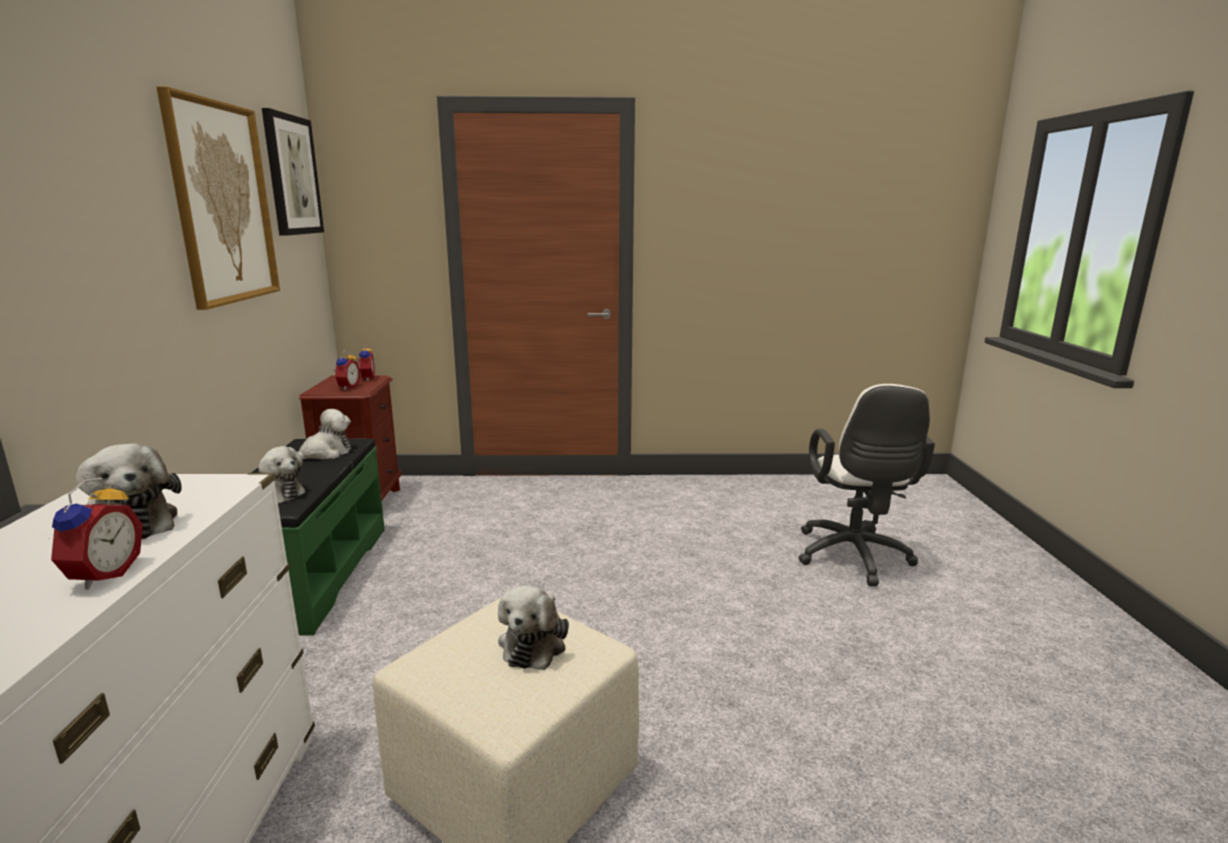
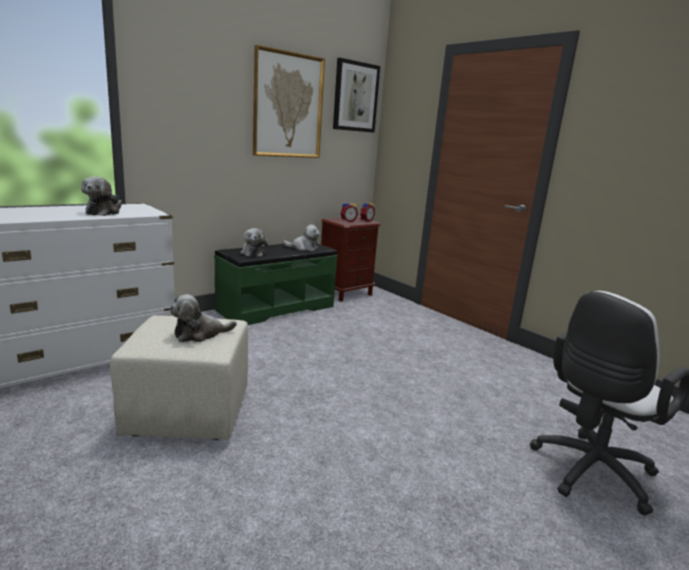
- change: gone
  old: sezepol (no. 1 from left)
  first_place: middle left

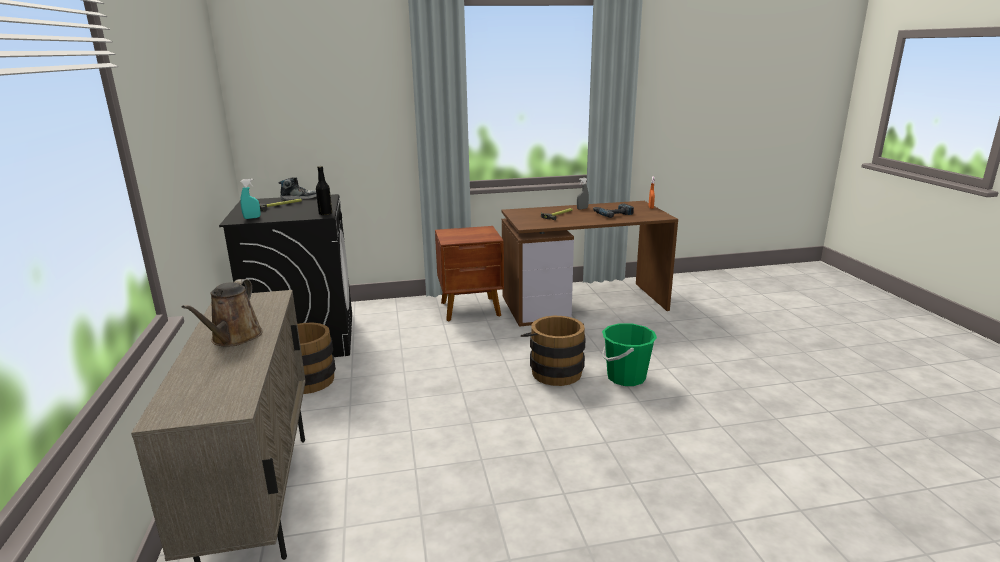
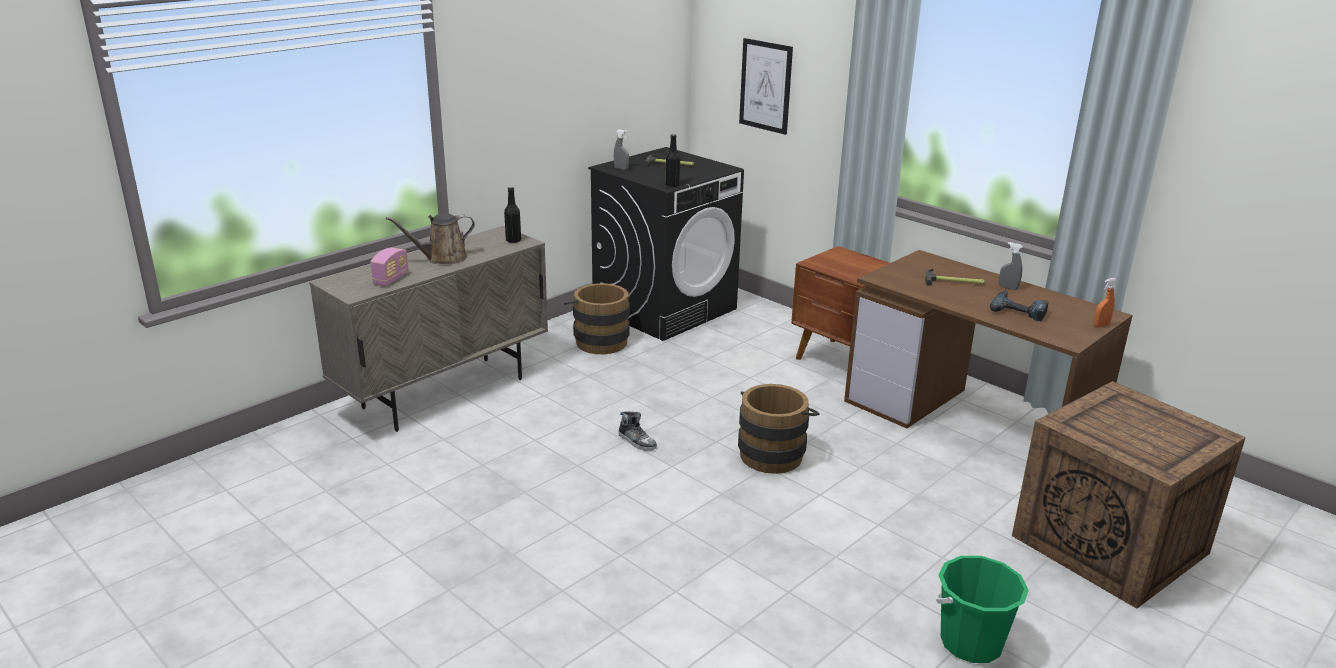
- change: repainted
  old: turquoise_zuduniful
  new: grey_zuduniful (no. 1 from left)
  first_place: middle left
  second_place: top centre
- change: shifted
  old: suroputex
  first_place: middle left
  second_place: centre
- change: shifted
  old: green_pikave
  first_place: centre
  second_place: bottom right
- change: new
  new: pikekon
  second_place: middle left
- change: new
  new: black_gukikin (no. 1 from left)
  second_place: top centre
- change: new
  new: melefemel
  second_place: top centre
- change: new
  new: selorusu
  second_place: bottom right

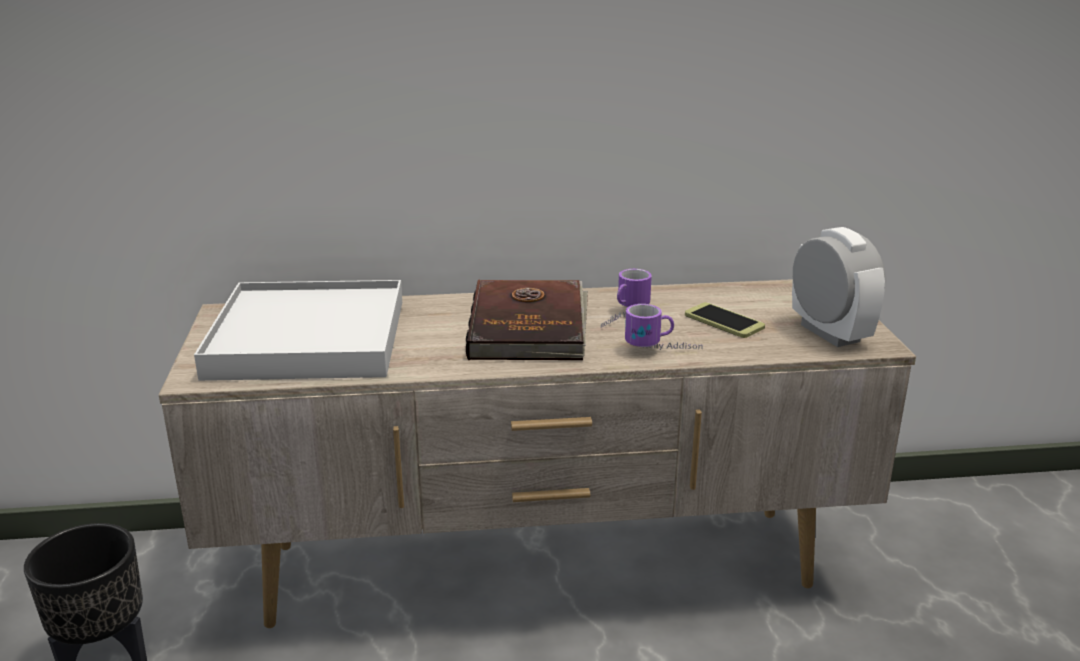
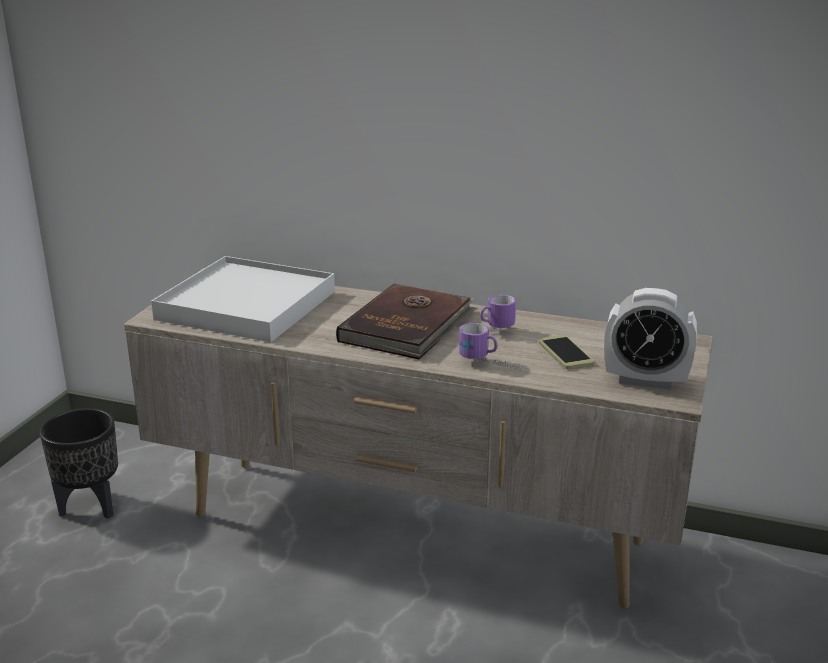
- change: rotated
  old: sezepol
  first_place: middle right
  second_place: middle right
  degrees: 105

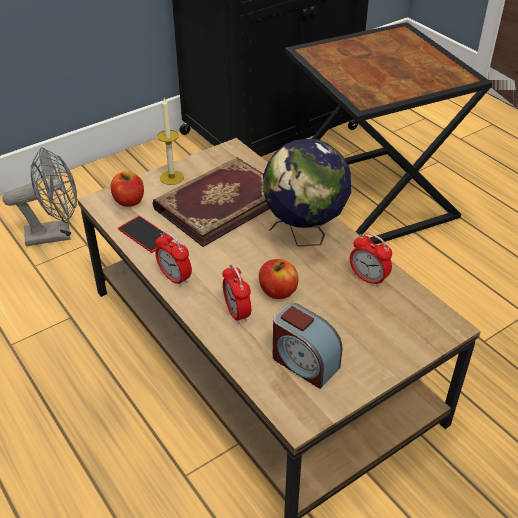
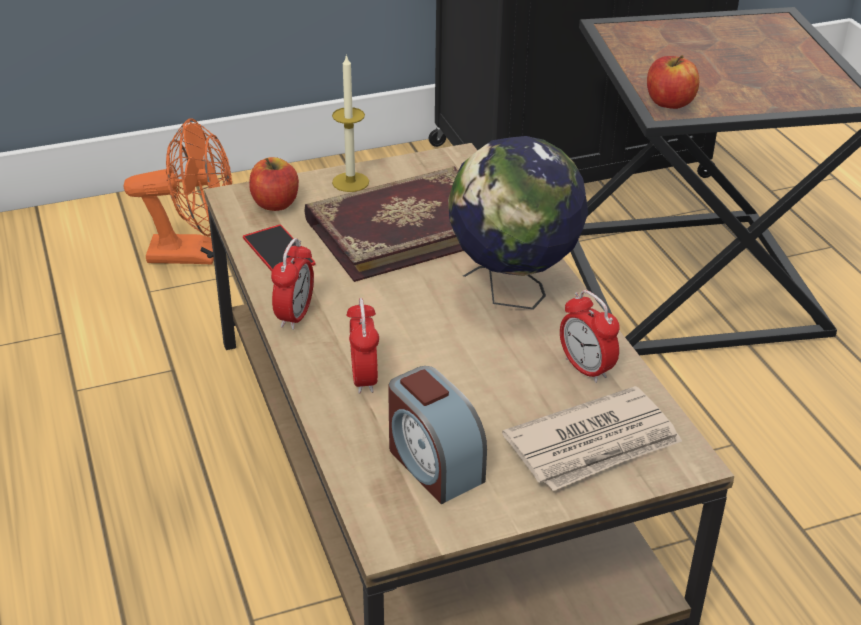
- change: repainted
  old: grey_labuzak
  new: orange_labuzak
  first_place: middle left
  second_place: top left
- change: rotated
  old: sezepol (no. 1 from left)
  first_place: centre
  second_place: centre
  degrees: -135
- change: shifted
  old: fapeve (no. 2 from left)
  first_place: centre
  second_place: top right
- change: new
  new: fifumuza
  second_place: bottom right

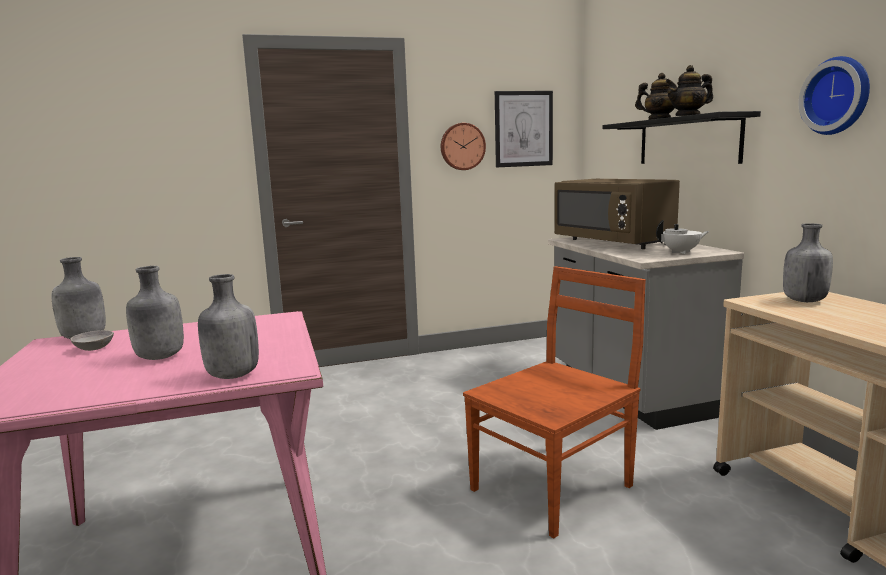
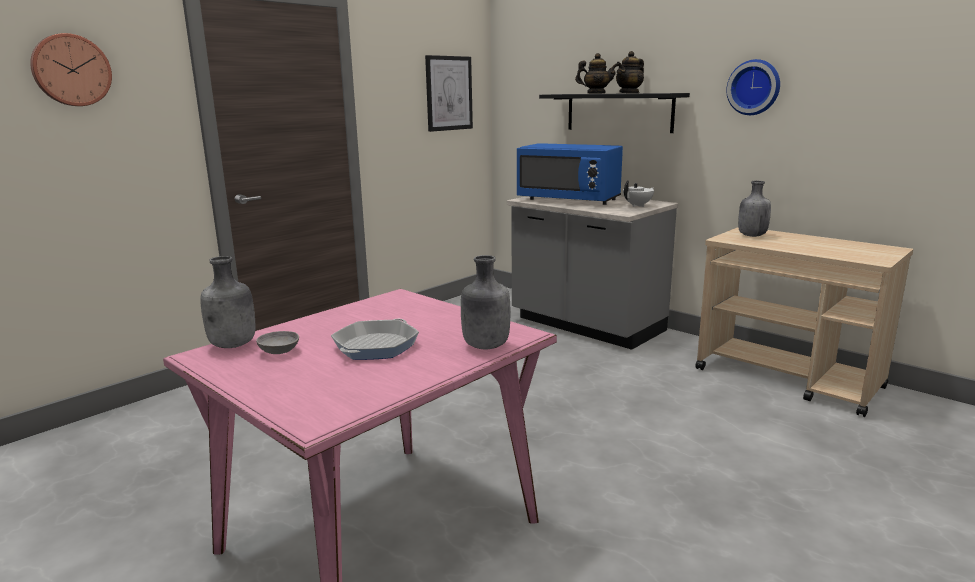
- change: swapped
  old: grey_gukikin (no. 2 from left)
  new: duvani
  first_place: middle left
  second_place: centre
- change: shifted
  old: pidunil (no. 1 from left)
  first_place: top centre
  second_place: top left
- change: gone
  old: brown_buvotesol
  first_place: bottom centre
- change: repainted
  old: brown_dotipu
  new: blue_dotipu
  first_place: middle right
  second_place: top centre

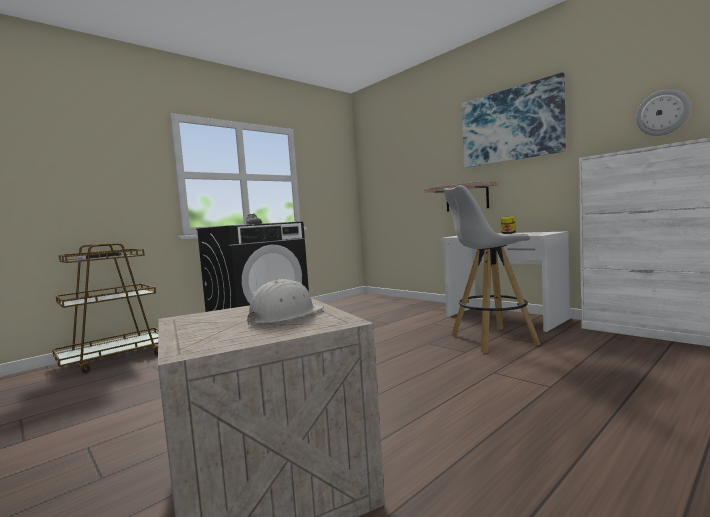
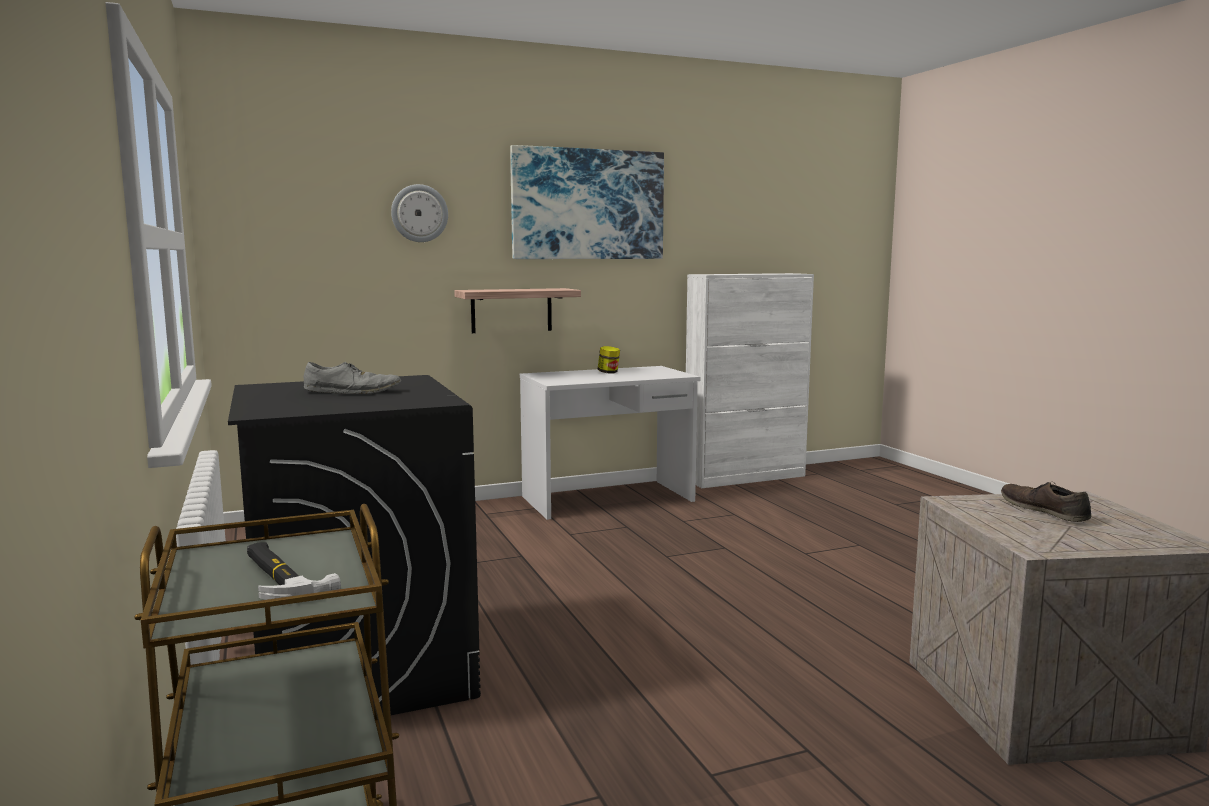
- change: swapped
  old: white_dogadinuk
  new: brown_suroputex
  first_place: centre
  second_place: middle right
- change: gone
  old: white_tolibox
  first_place: middle right
- change: shifted
  old: pidunil
  first_place: top right
  second_place: top centre

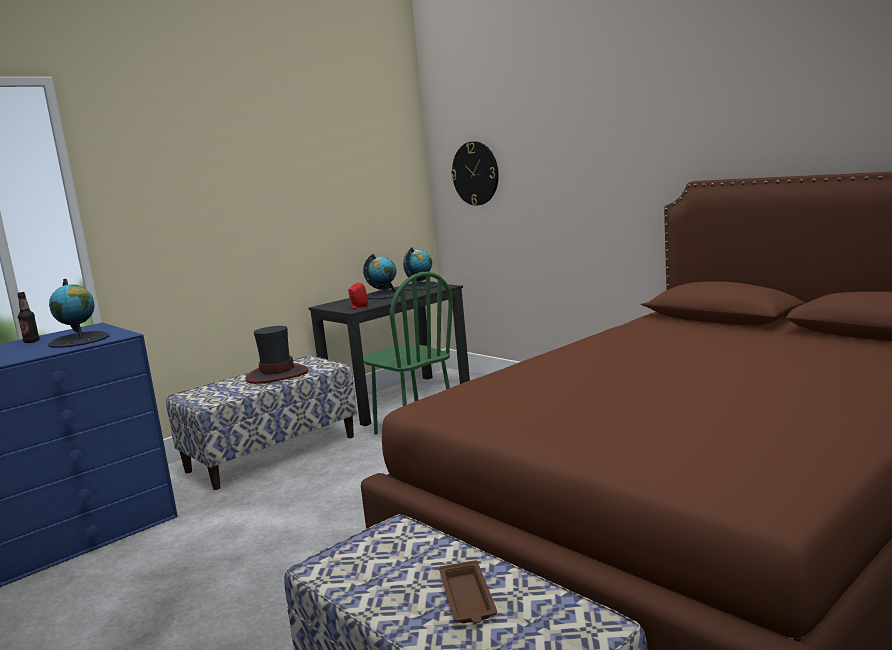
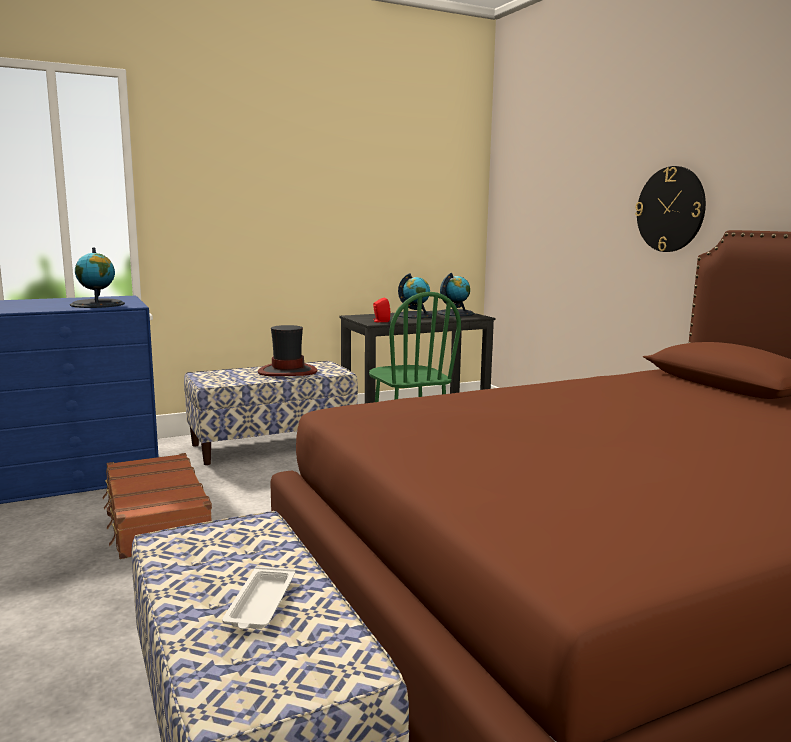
- change: gone
  old: gukikin
  first_place: middle left
- change: repainted
  old: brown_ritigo
  new: white_ritigo
  first_place: bottom centre
  second_place: bottom left
- change: shifted
  old: pidunil
  first_place: top centre
  second_place: top right
- change: new
  new: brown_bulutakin
  second_place: bottom left

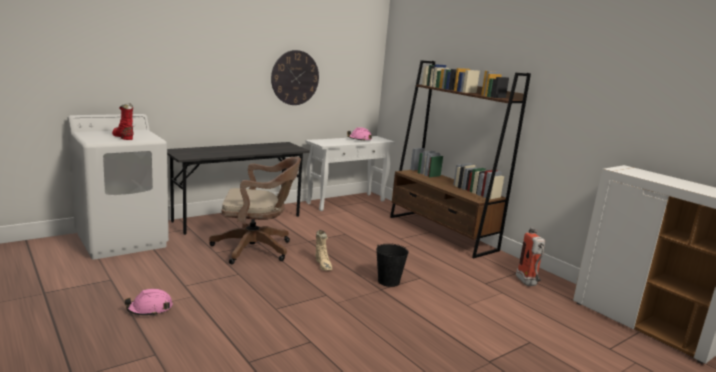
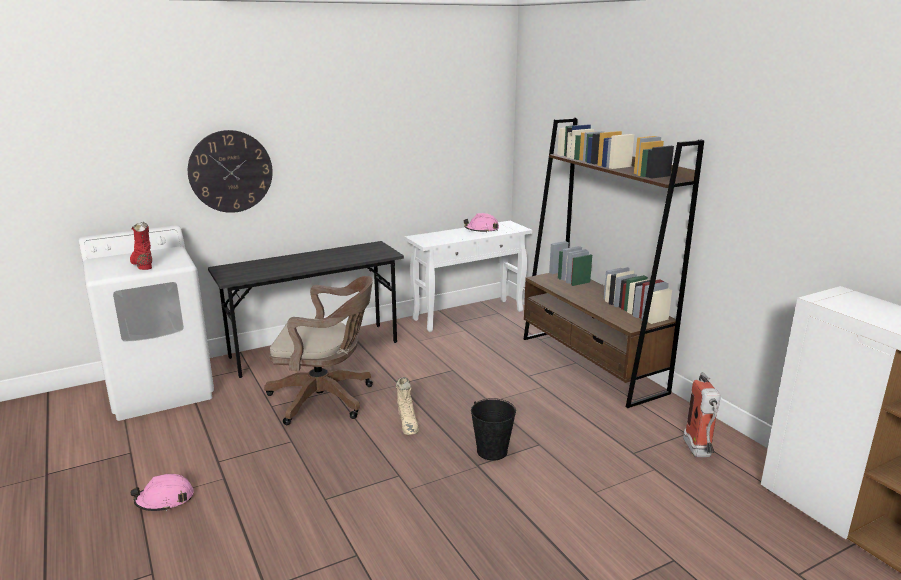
- change: shifted
  old: pidunil
  first_place: top centre
  second_place: top left

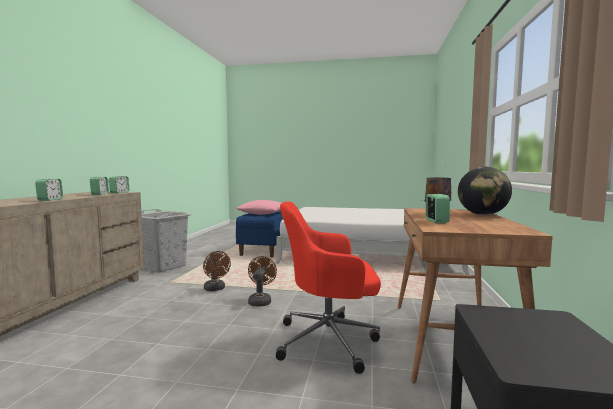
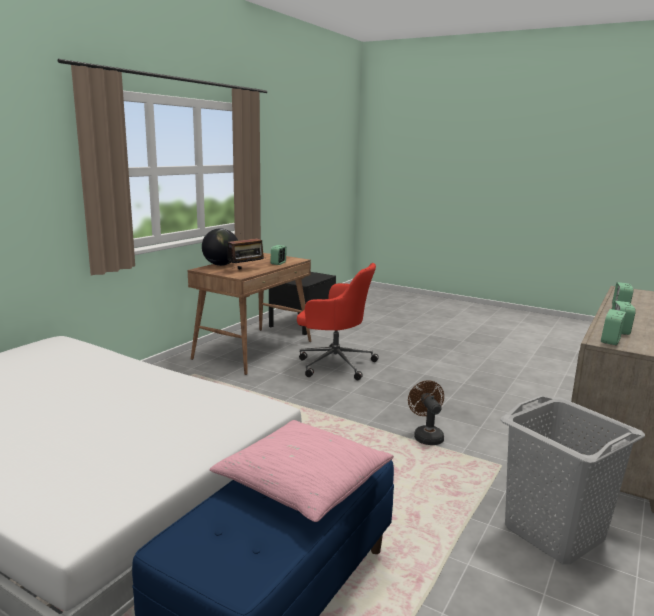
- change: gone
  old: brown_labuzak (no. 2 from left)
  first_place: bottom centre

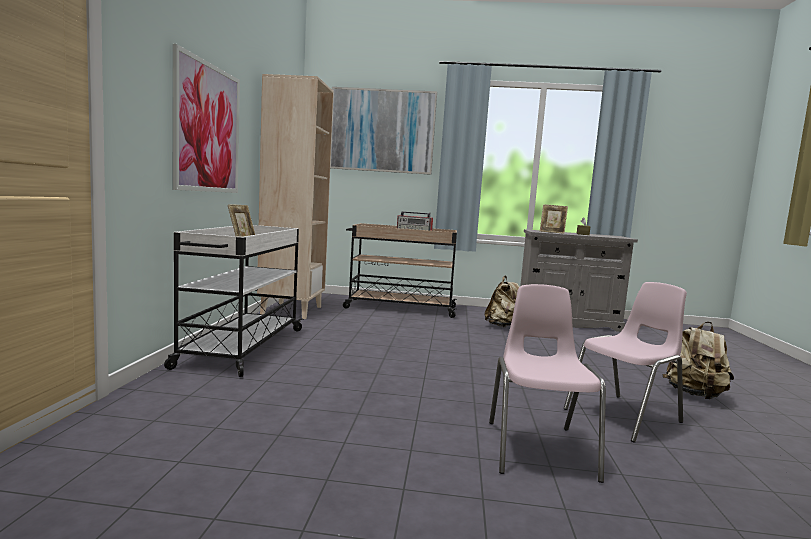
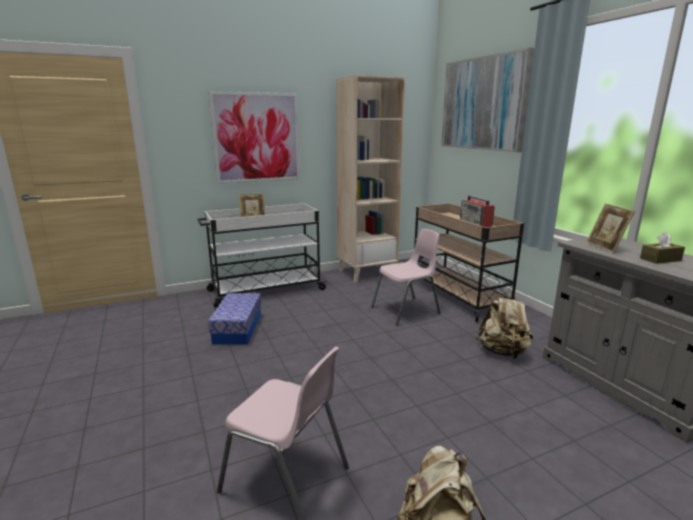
- change: shifted
  old: pink_buvotesol (no. 1 from left in the first image)
  new: pink_buvotesol (no. 2 from left)
  first_place: bottom right
  second_place: centre
- change: new
  new: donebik
  second_place: centre

